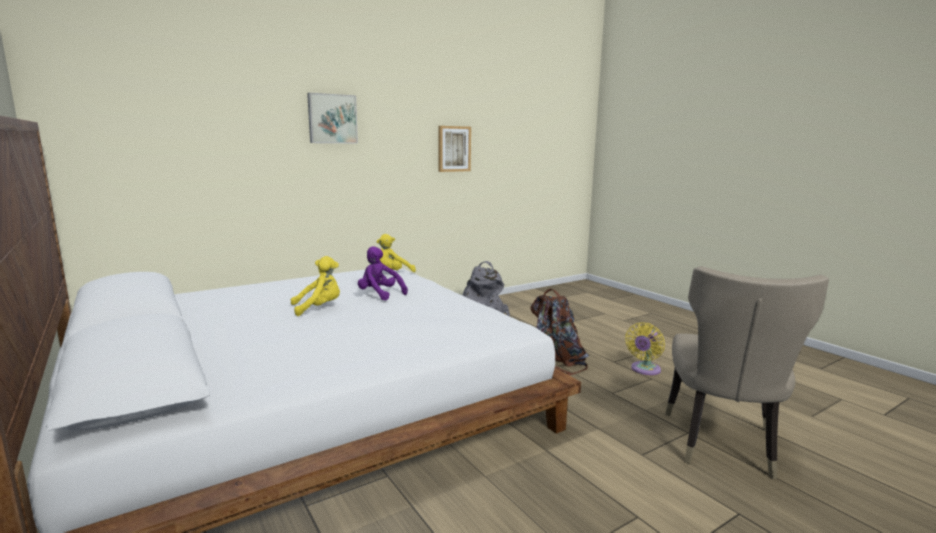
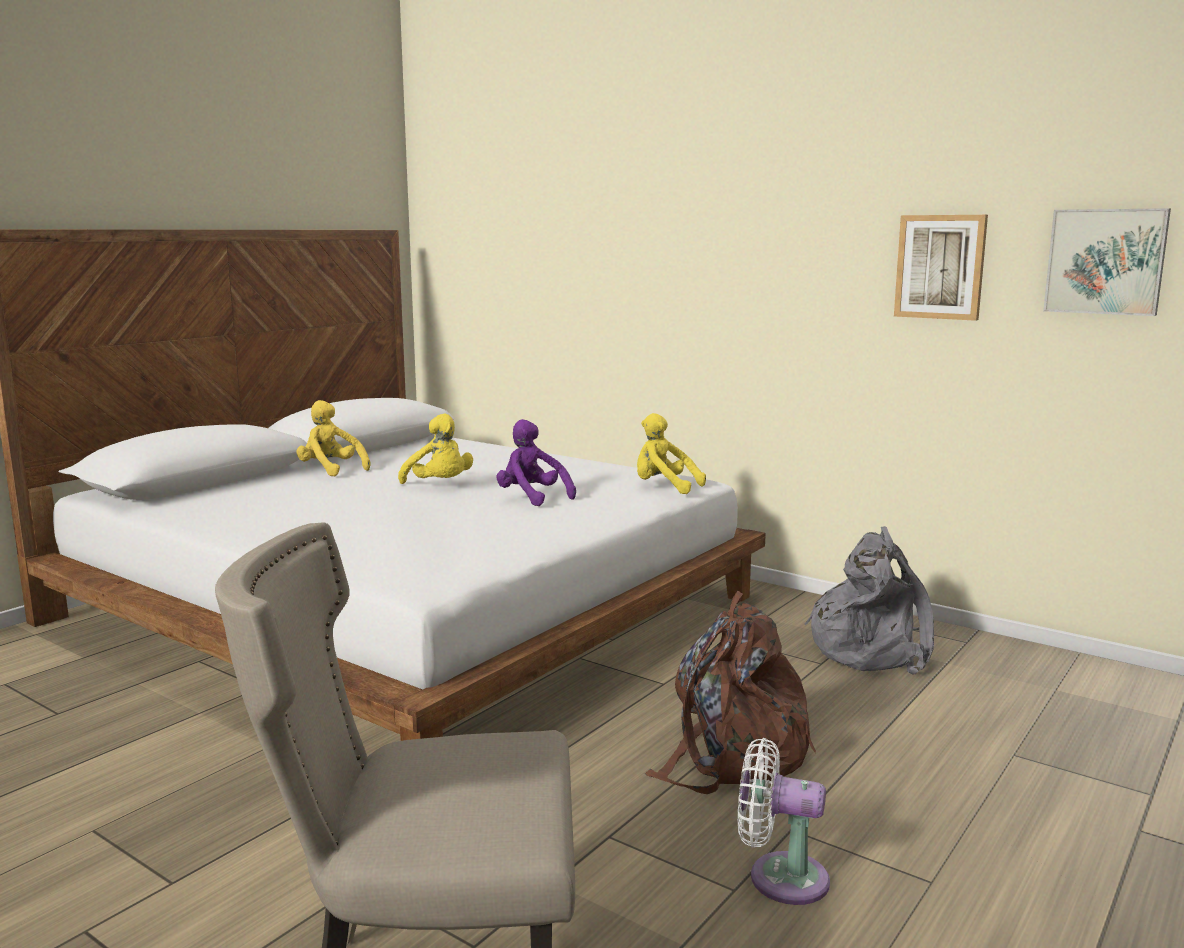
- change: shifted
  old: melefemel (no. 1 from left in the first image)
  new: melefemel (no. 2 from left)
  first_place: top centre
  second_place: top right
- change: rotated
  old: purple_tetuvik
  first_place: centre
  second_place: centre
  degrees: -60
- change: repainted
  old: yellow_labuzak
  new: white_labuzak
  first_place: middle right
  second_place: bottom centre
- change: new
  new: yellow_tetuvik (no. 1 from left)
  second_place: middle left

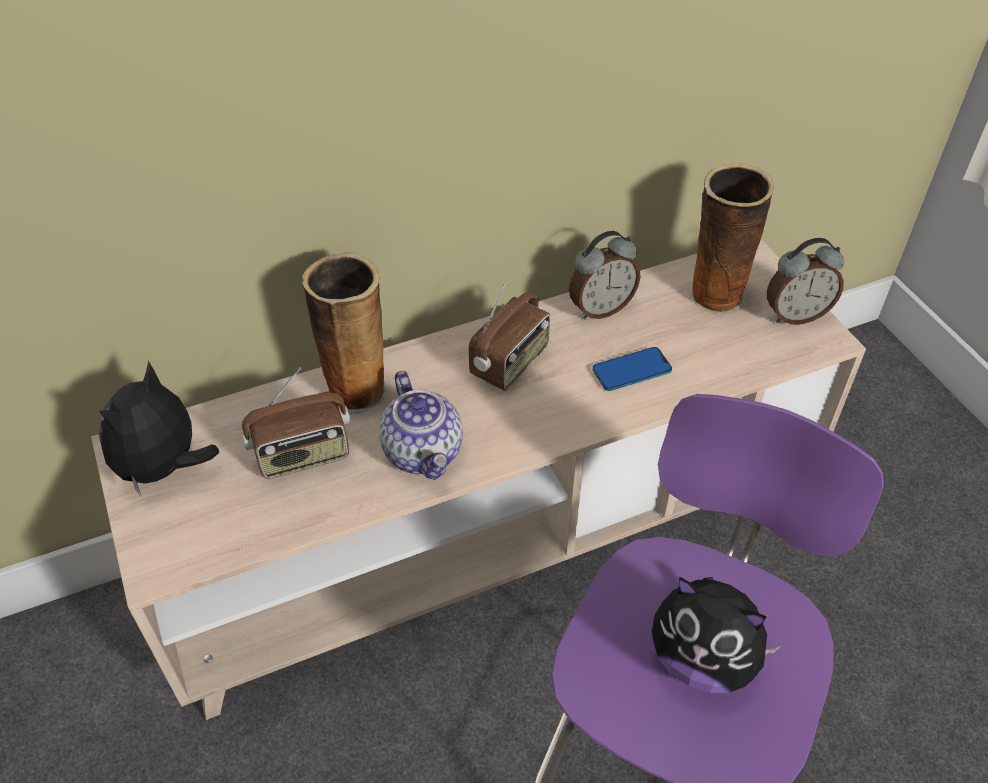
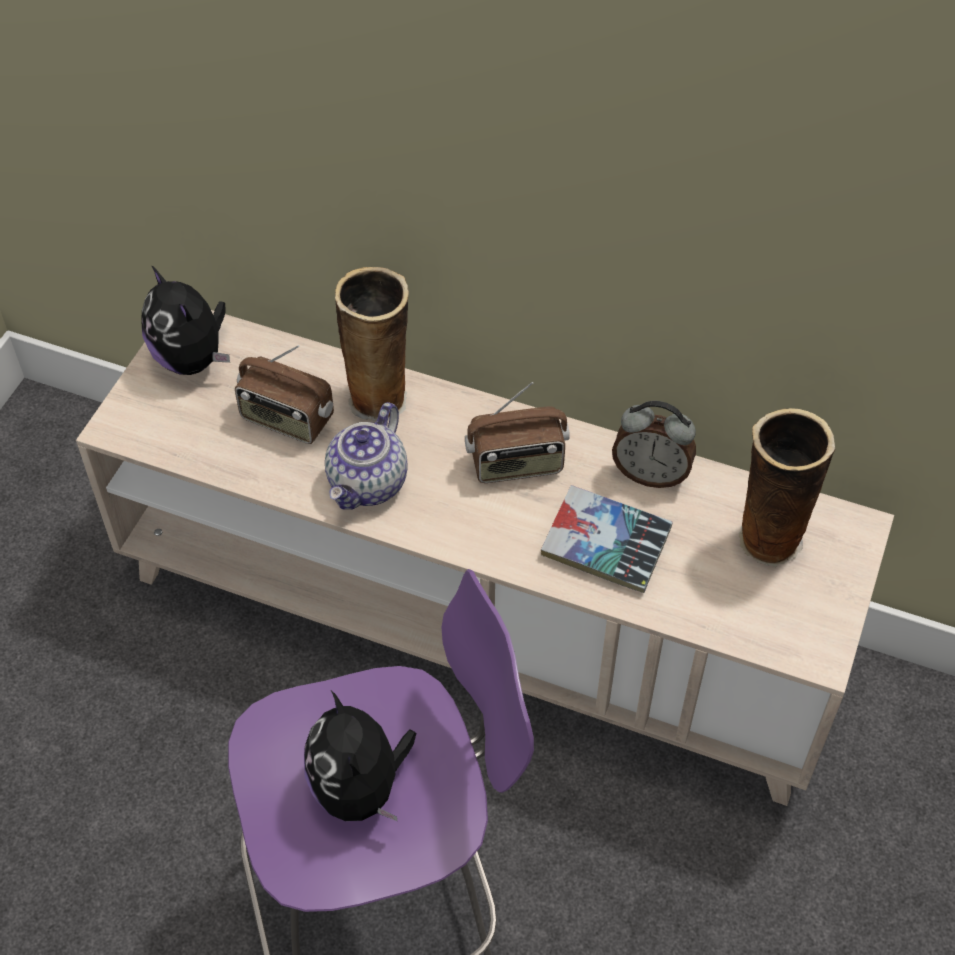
- change: rotated
  old: tetuvik (no. 1 from left)
  first_place: middle left
  second_place: middle left
  degrees: -105
- change: swapped
  old: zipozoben
  new: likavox
  first_place: centre
  second_place: centre
- change: gone
  old: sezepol (no. 2 from left)
  first_place: middle right

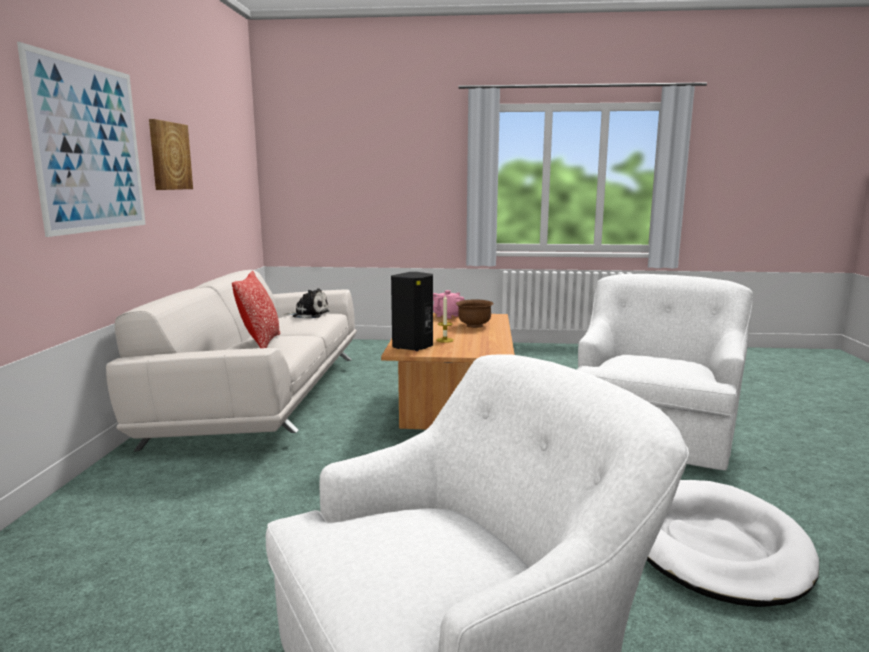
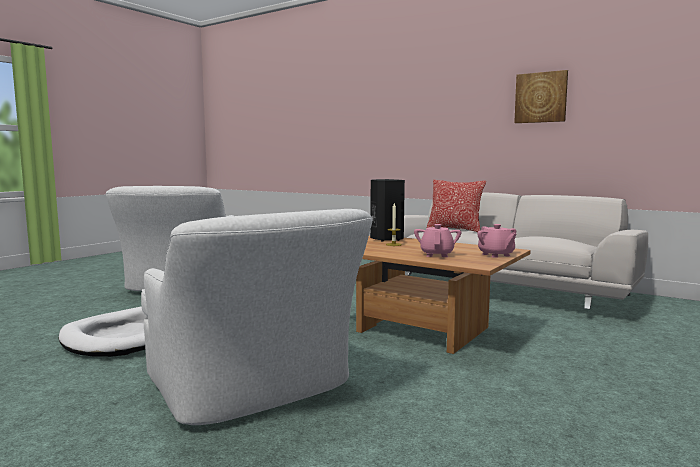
- change: gone
  old: melefemel (no. 1 from left)
  first_place: top left
- change: gone
  old: tetuvik
  first_place: centre
- change: swapped
  old: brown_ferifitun
  new: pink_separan (no. 1 from left)
  first_place: centre
  second_place: centre

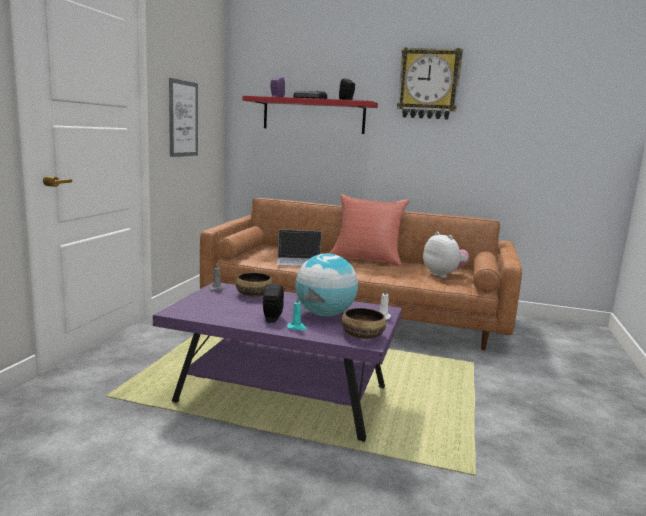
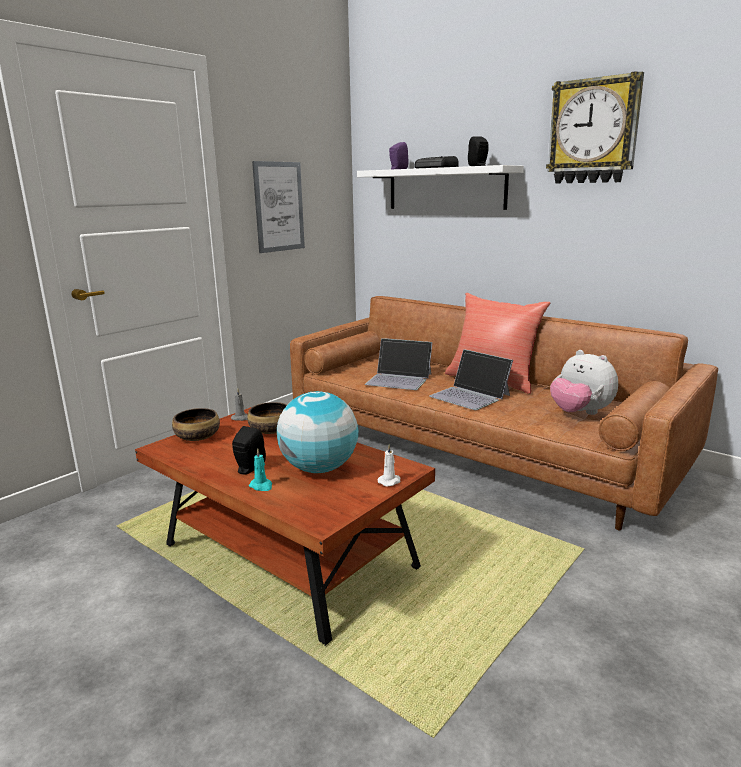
- change: repainted
  old: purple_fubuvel
  new: brown_fubuvel
  first_place: bottom centre
  second_place: bottom centre
- change: repainted
  old: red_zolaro
  new: white_zolaro
  first_place: top centre
  second_place: top centre
- change: shifted
  old: ferifitun (no. 2 from left in the first image)
  new: ferifitun (no. 1 from left)
  first_place: centre
  second_place: middle left
- change: rotated
  old: tetuvik
  first_place: middle right
  second_place: middle right
  degrees: 150
- change: new
  new: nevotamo (no. 2 from left)
  second_place: centre

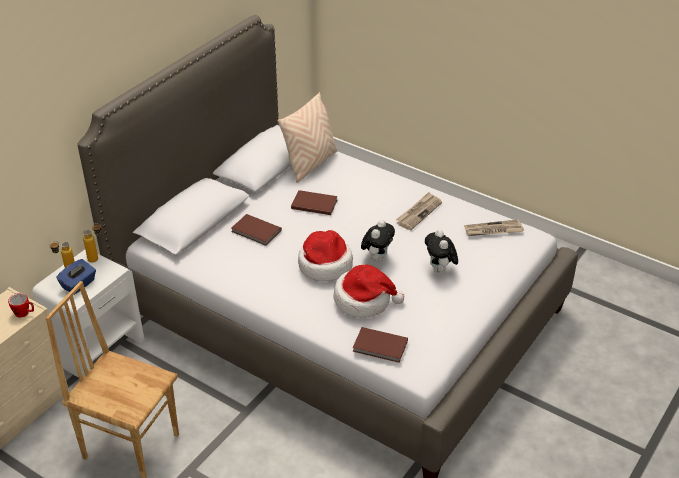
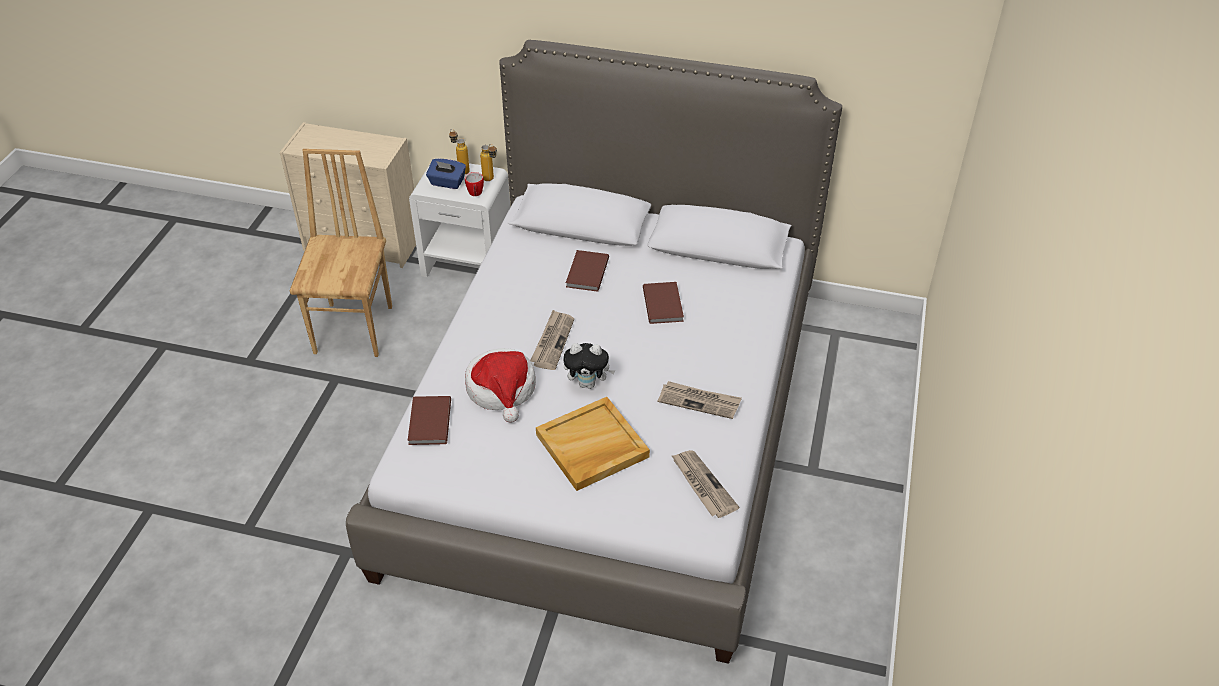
- change: shifted
  old: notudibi
  first_place: middle left
  second_place: top centre
- change: gone
  old: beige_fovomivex
  first_place: top centre
- change: swapped
  old: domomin (no. 1 from left)
  new: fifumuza (no. 1 from left)
  first_place: centre
  second_place: centre
- change: swapped
  old: tetuvik (no. 2 from left)
  new: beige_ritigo
  first_place: centre
  second_place: centre

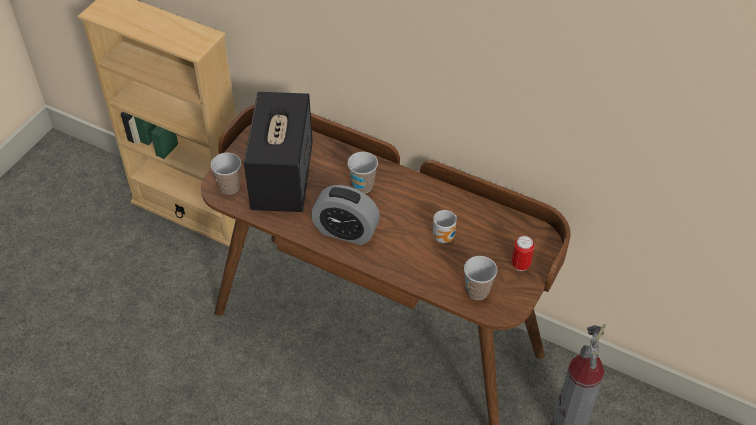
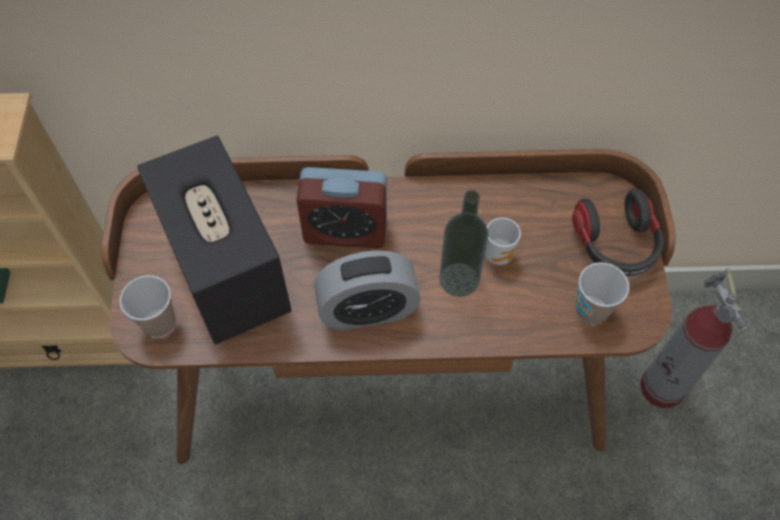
- change: swapped
  old: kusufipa (no. 2 from left)
  new: sezepol (no. 1 from left)
  first_place: centre
  second_place: centre
- change: swapped
  old: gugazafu
  new: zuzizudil
  first_place: middle right
  second_place: middle right
- change: new
  new: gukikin
  second_place: centre

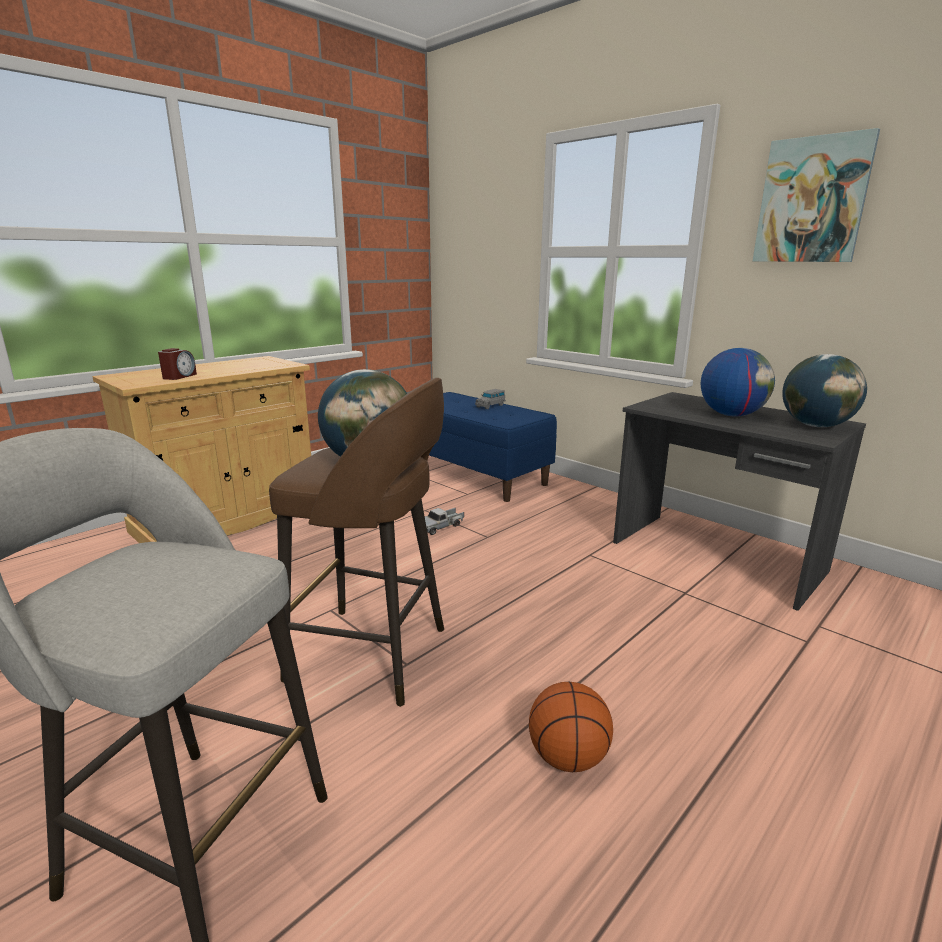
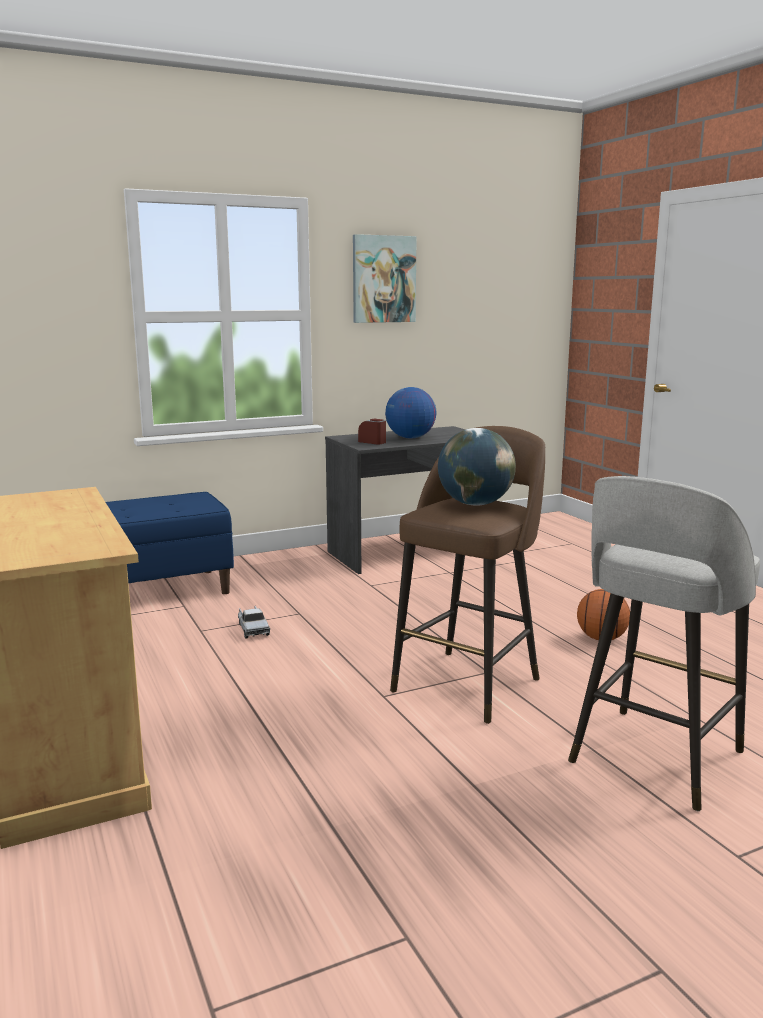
- change: shifted
  old: sezepol
  first_place: middle left
  second_place: centre
- change: gone
  old: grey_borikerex
  first_place: centre
- change: gone
  old: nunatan (no. 3 from left)
  first_place: middle right

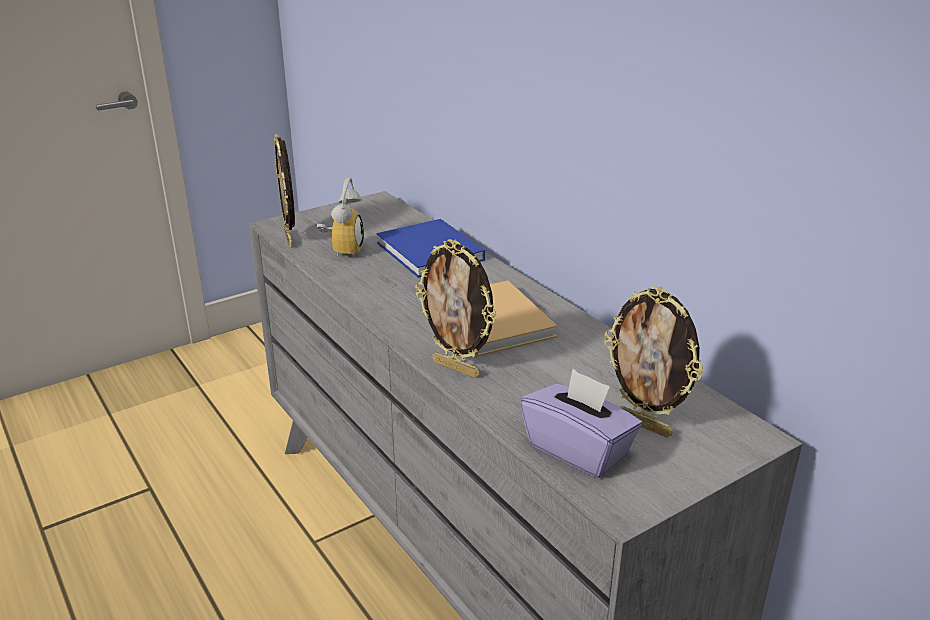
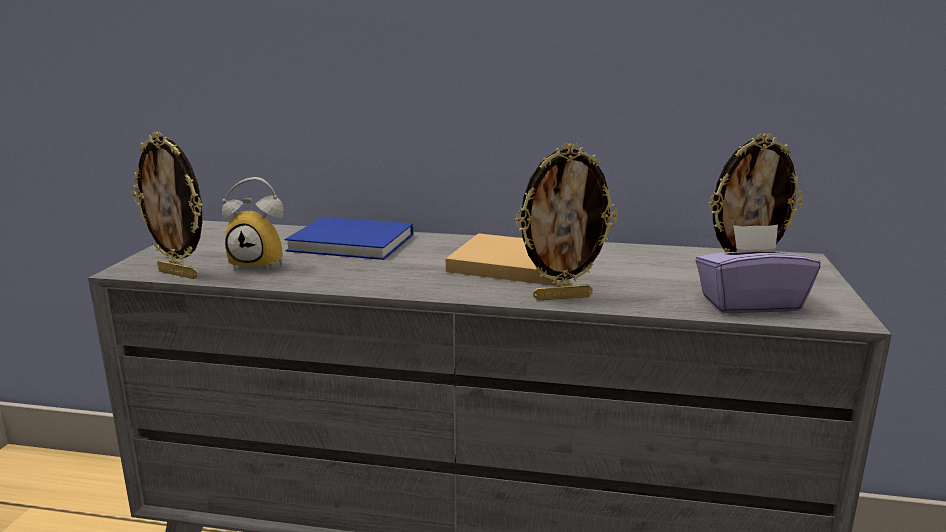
- change: rotated
  old: sezepol
  first_place: centre
  second_place: middle left
  degrees: 135

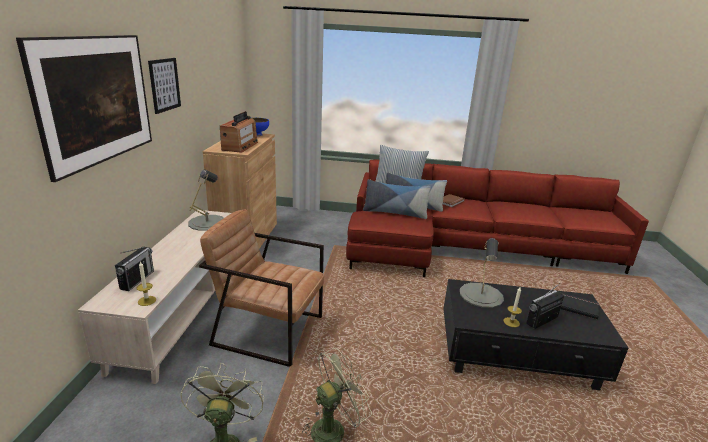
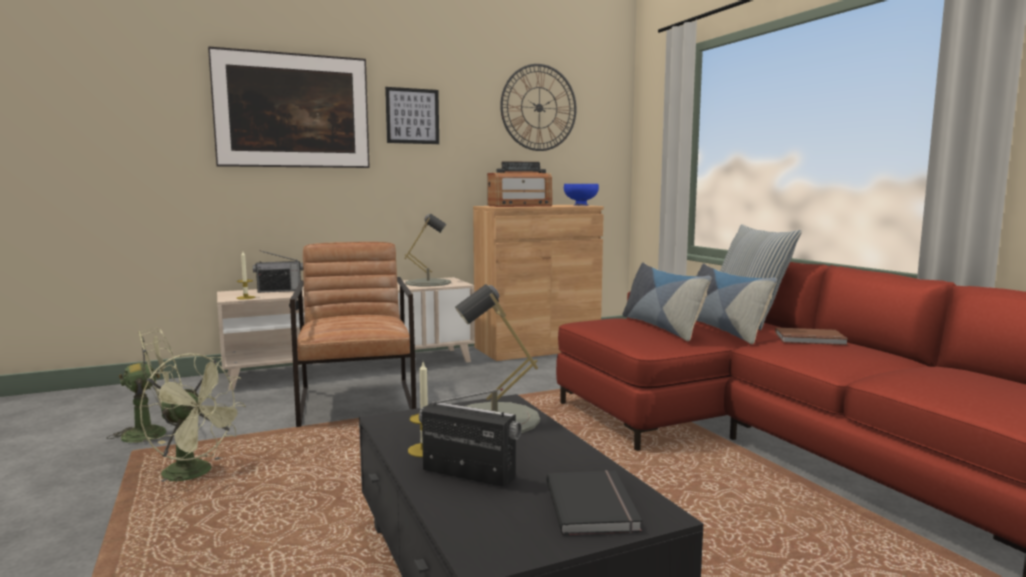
- change: new
  new: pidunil
  second_place: top centre

